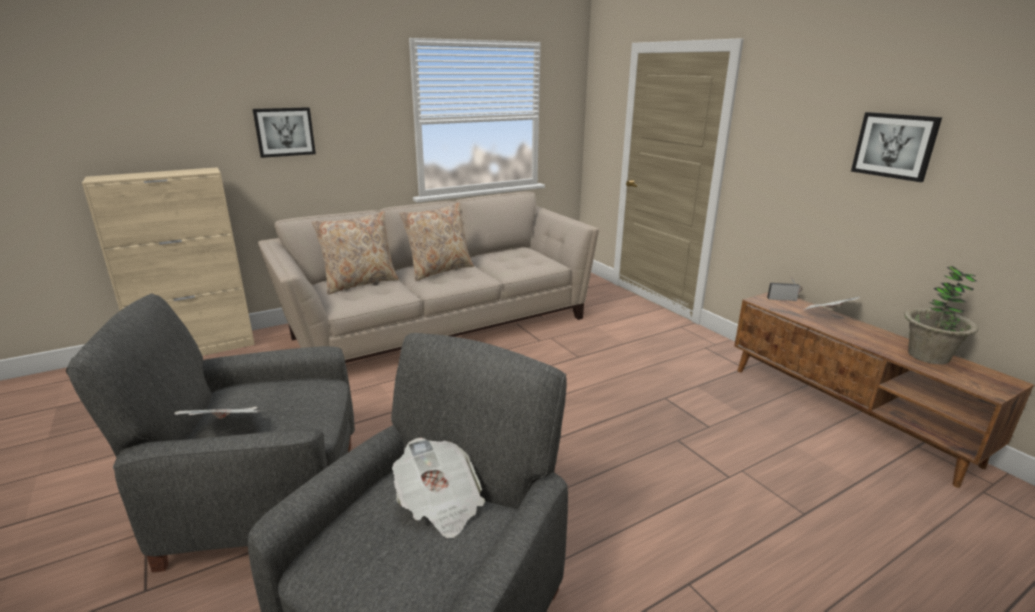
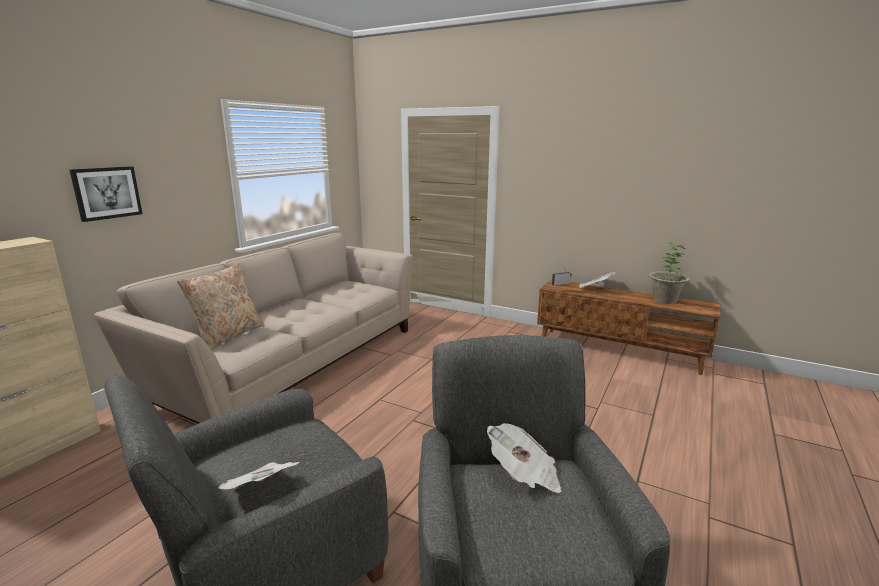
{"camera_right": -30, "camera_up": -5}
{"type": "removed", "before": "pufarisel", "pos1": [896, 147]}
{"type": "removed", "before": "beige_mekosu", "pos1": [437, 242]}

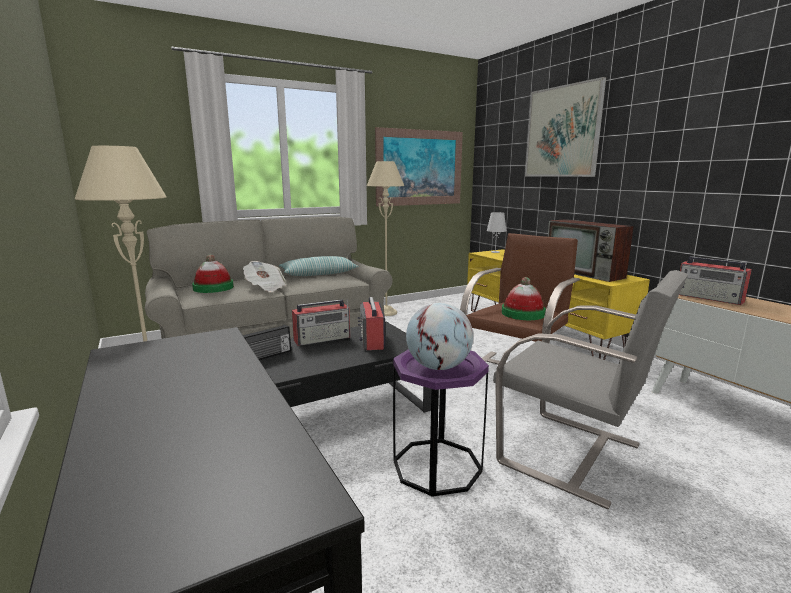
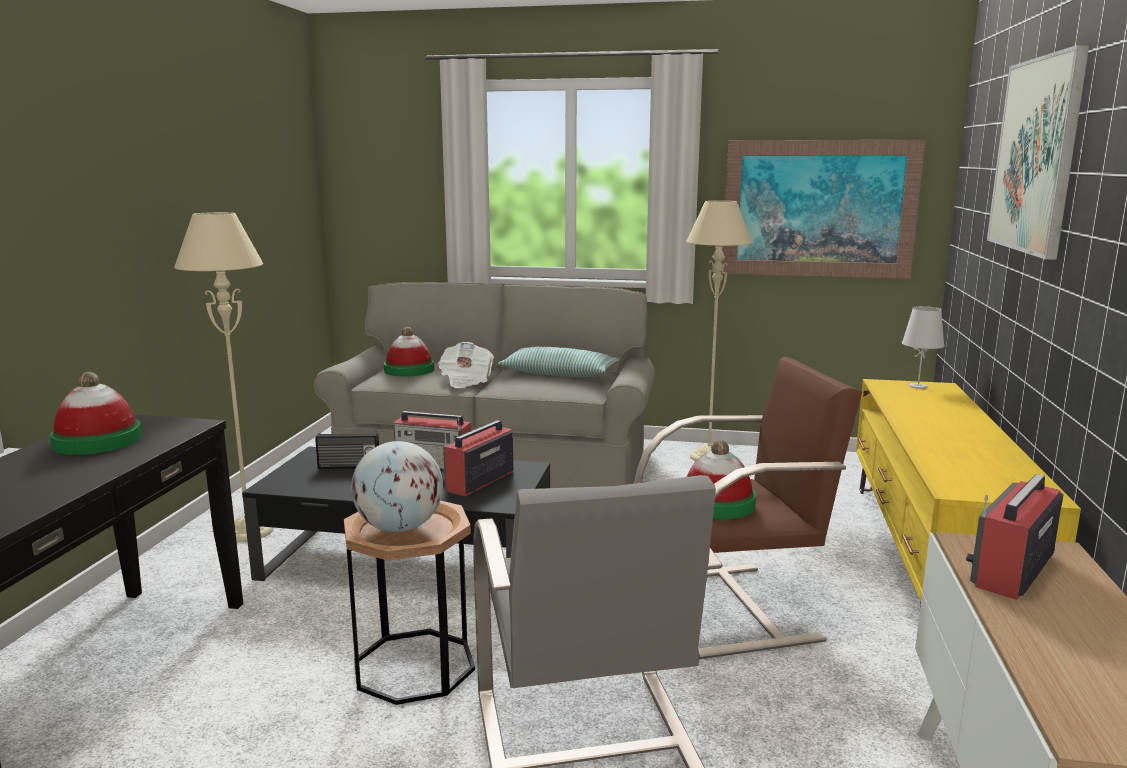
{"camera_right": 40, "camera_up": 0}
{"type": "removed", "before": "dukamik", "pos1": [591, 250]}
{"type": "turned", "before": "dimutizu", "pos1": [715, 280], "pos2": [1014, 537], "turn": 45}
{"type": "recoloured", "before": "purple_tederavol", "after": "brown_tederavol", "pos1": [441, 423], "pos2": [409, 603]}
{"type": "added", "after": "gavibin", "pos2": [96, 413]}

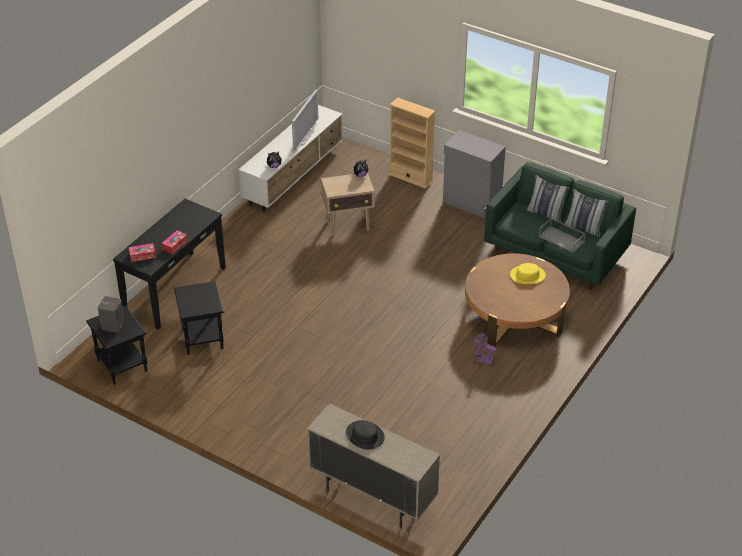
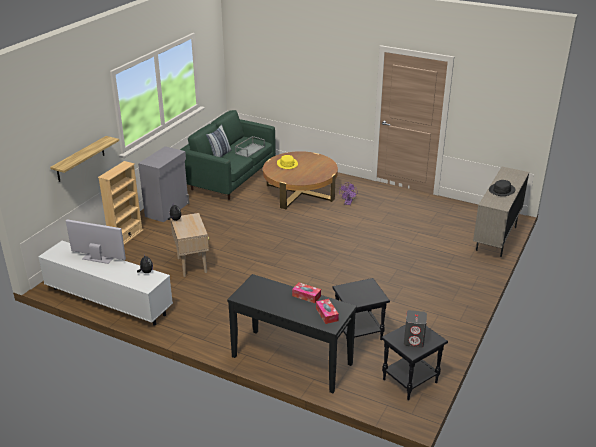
{"camera_right": -95, "camera_up": -10}
{"type": "removed", "before": "mekosu", "pos1": [587, 213]}
{"type": "added", "after": "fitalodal", "pos2": [84, 159]}

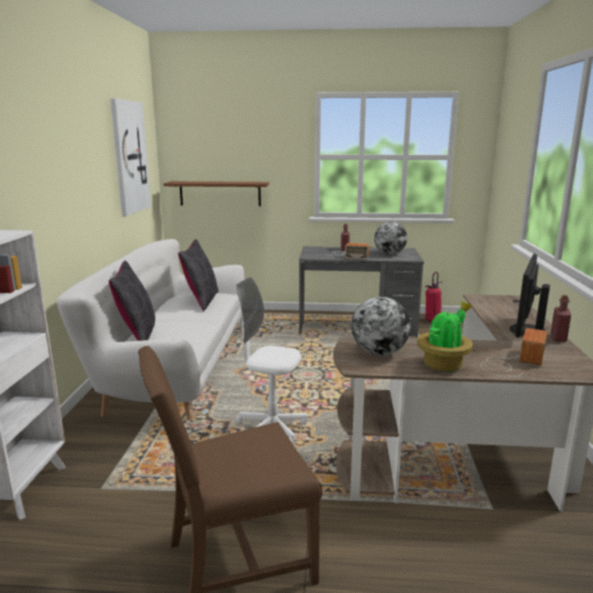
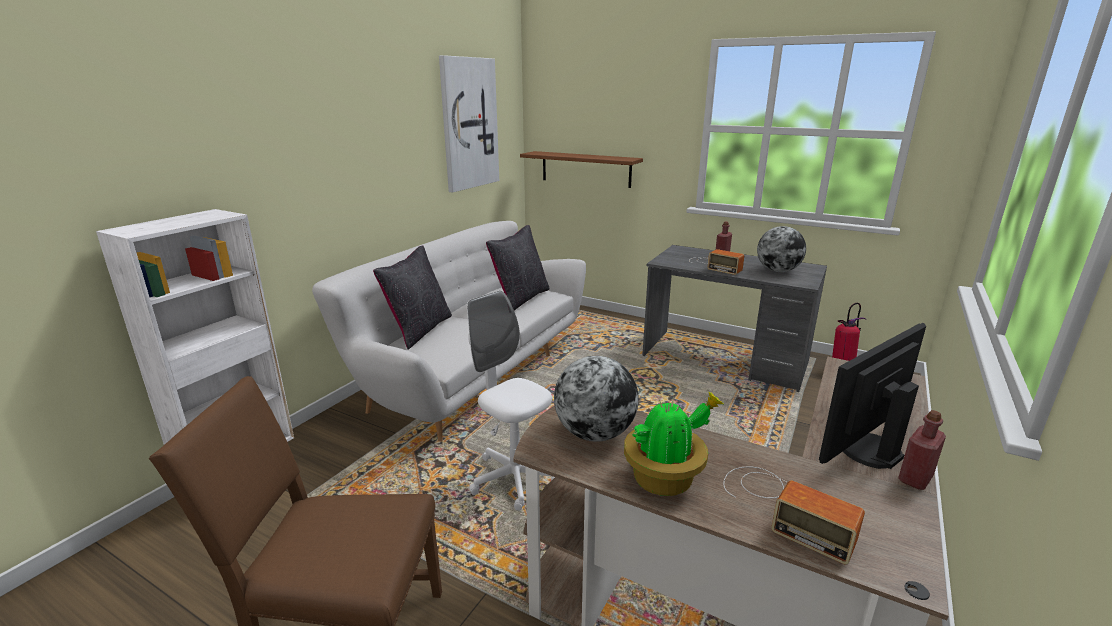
{"camera_right": 25, "camera_up": 5}
{"type": "turned", "before": "dimutizu", "pos1": [514, 352], "pos2": [794, 515], "turn": 75}

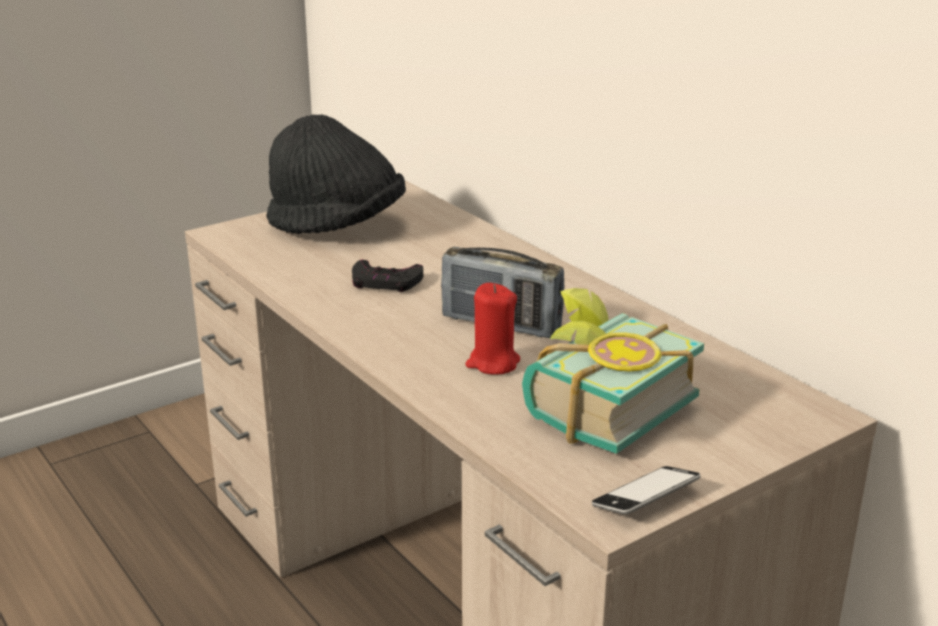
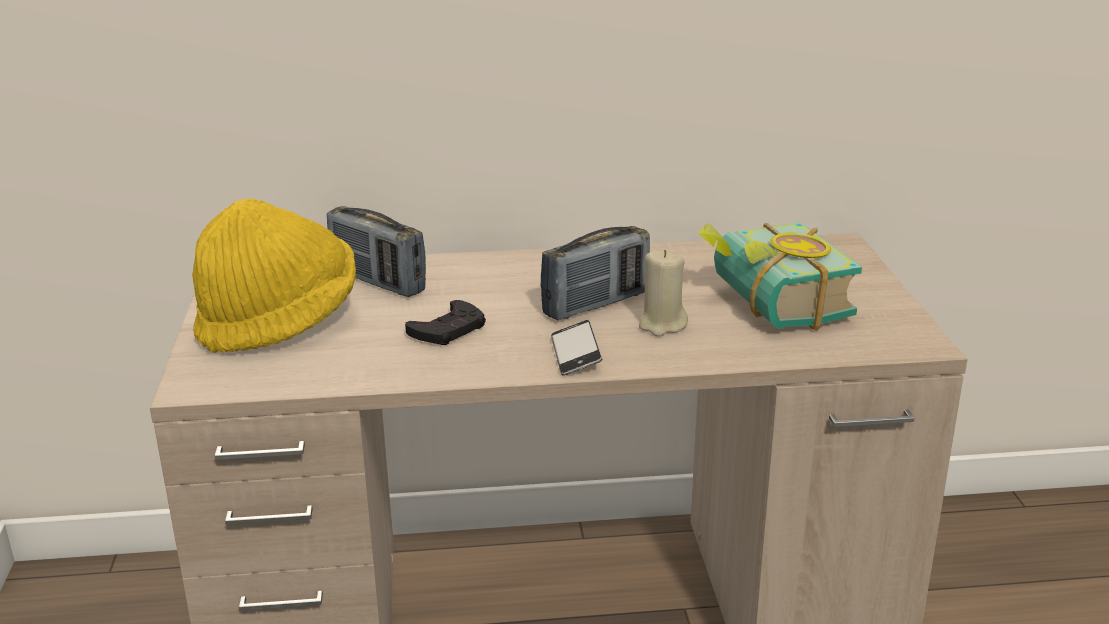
{"camera_right": -60, "camera_up": 0}
{"type": "recoloured", "before": "black_gavibin", "after": "yellow_gavibin", "pos1": [336, 174], "pos2": [274, 275]}
{"type": "recoloured", "before": "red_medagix", "after": "beige_medagix", "pos1": [493, 329], "pos2": [663, 293]}
{"type": "moved", "before": "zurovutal", "pos1": [646, 490], "pos2": [576, 348]}
{"type": "added", "after": "dimutizu", "pos2": [376, 251]}

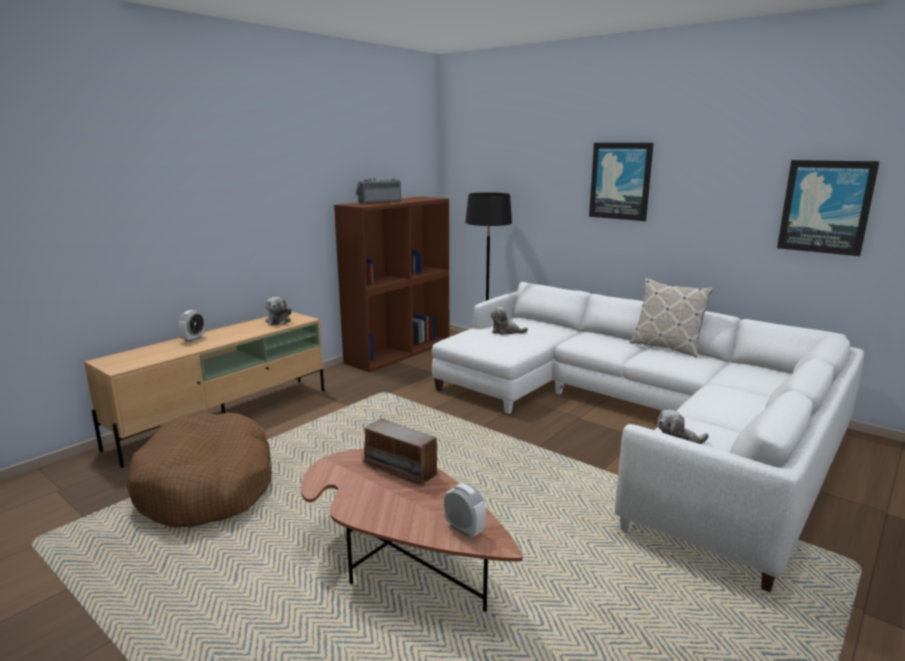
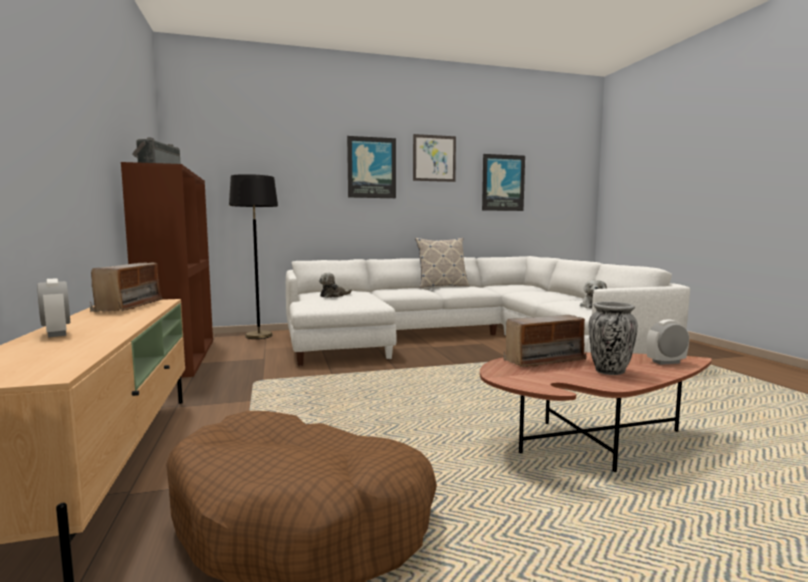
{"camera_right": -55, "camera_up": -10}
{"type": "replaced", "before": "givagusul", "after": "dimutizu", "pos1": [278, 311], "pos2": [127, 287]}
{"type": "added", "after": "pufarisel", "pos2": [434, 158]}
{"type": "added", "after": "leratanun", "pos2": [613, 338]}

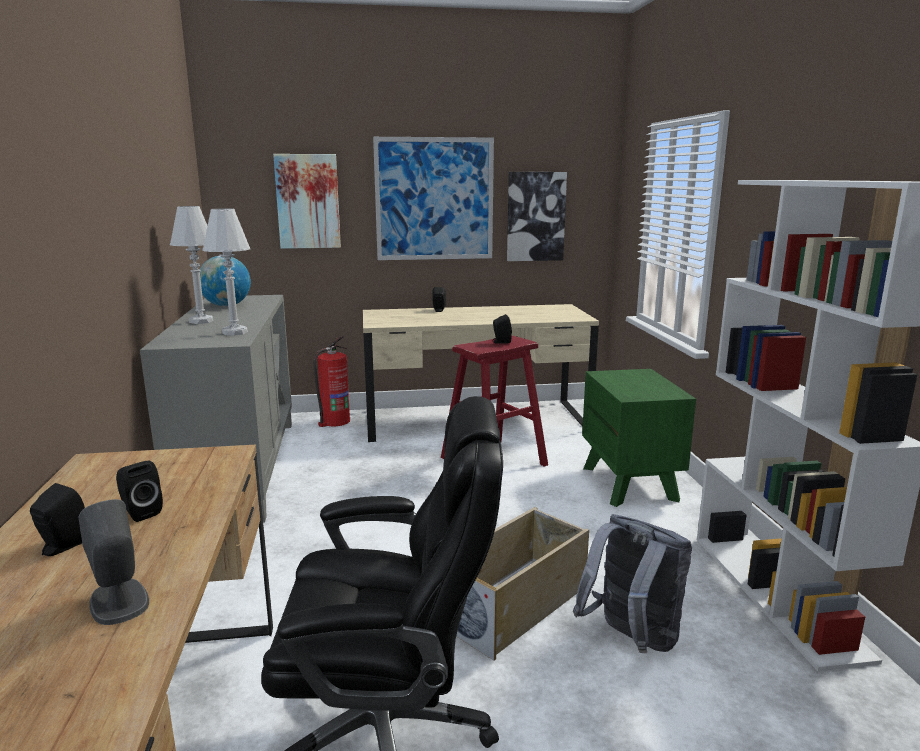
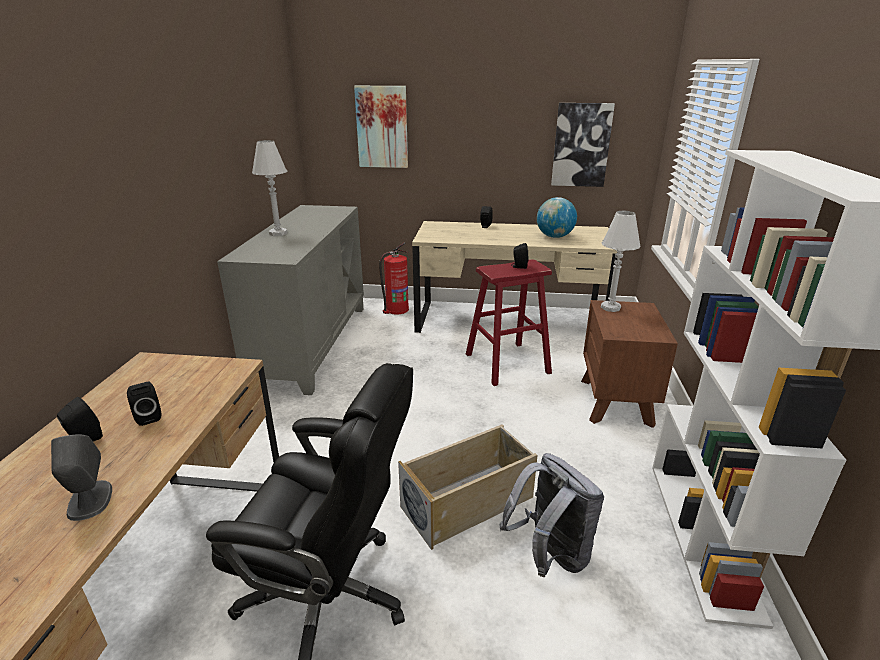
{"camera_right": 15, "camera_up": 10}
{"type": "removed", "before": "pufarisel", "pos1": [433, 198]}
{"type": "moved", "before": "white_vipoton", "pos1": [226, 272], "pos2": [620, 261]}
{"type": "moved", "before": "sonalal", "pos1": [225, 281], "pos2": [557, 217]}
{"type": "recoloured", "before": "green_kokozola", "after": "brown_kokozola", "pos1": [639, 438], "pos2": [629, 364]}

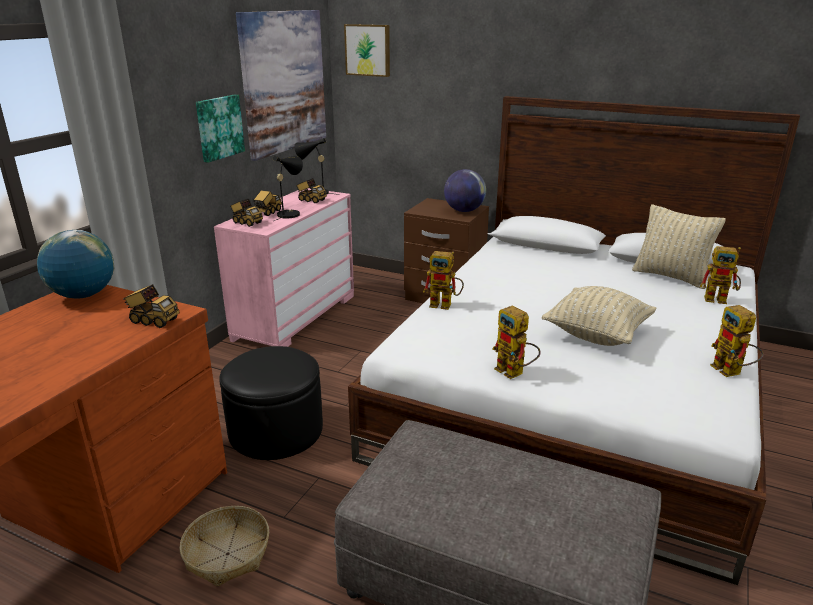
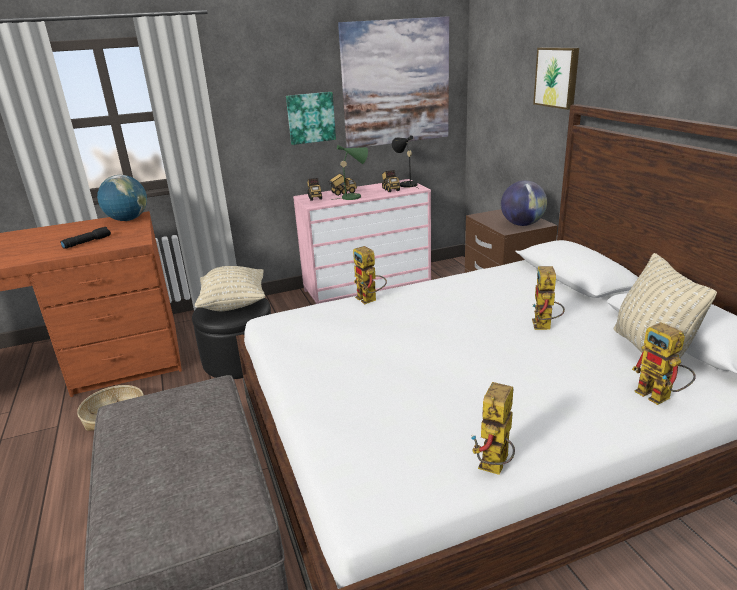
{"camera_right": 45, "camera_up": 0}
{"type": "moved", "before": "pufarisel", "pos1": [367, 50], "pos2": [556, 78]}
{"type": "recoloured", "before": "black_vipoton", "after": "green_vipoton", "pos1": [288, 188], "pos2": [349, 172]}
{"type": "removed", "before": "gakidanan", "pos1": [151, 306]}
{"type": "moved", "before": "beige_mekosu", "pos1": [599, 316], "pos2": [230, 288]}
{"type": "moved", "before": "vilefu", "pos1": [516, 342], "pos2": [548, 298]}
{"type": "added", "after": "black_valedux", "pos2": [85, 238]}

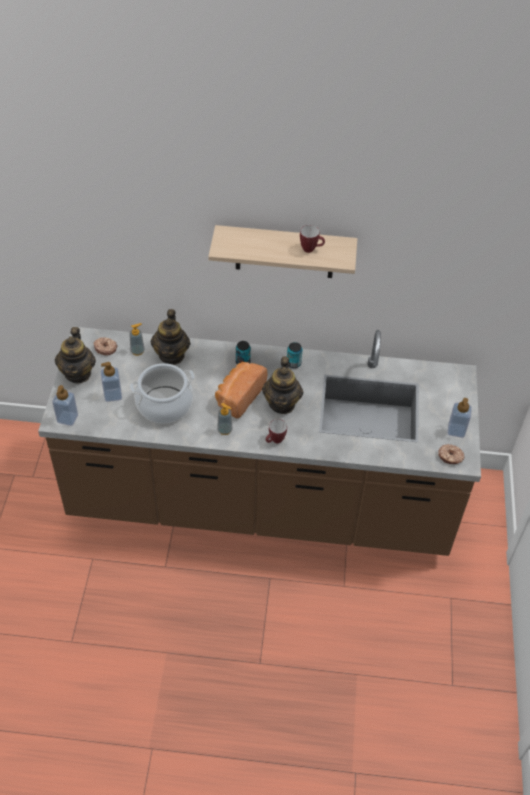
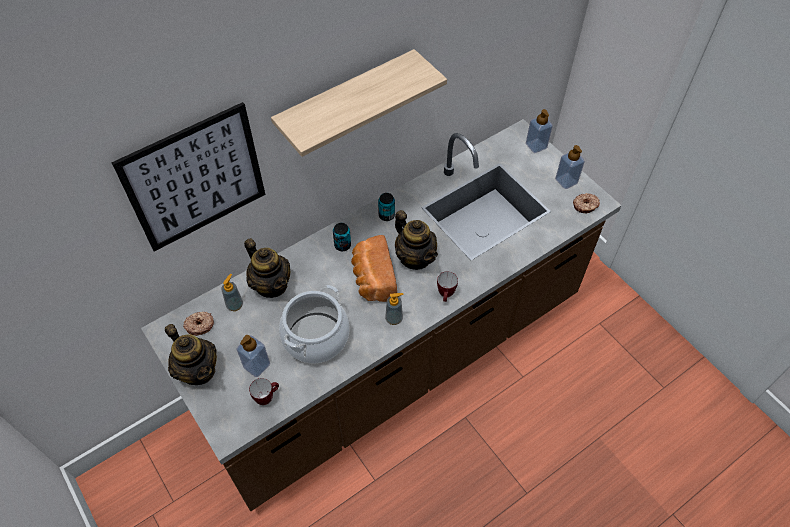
{"camera_right": -40, "camera_up": 5}
{"type": "moved", "before": "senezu", "pos1": [312, 239], "pos2": [264, 391]}
{"type": "moved", "before": "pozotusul", "pos1": [65, 405], "pos2": [539, 131]}
{"type": "added", "after": "pufarisel", "pos2": [188, 177]}

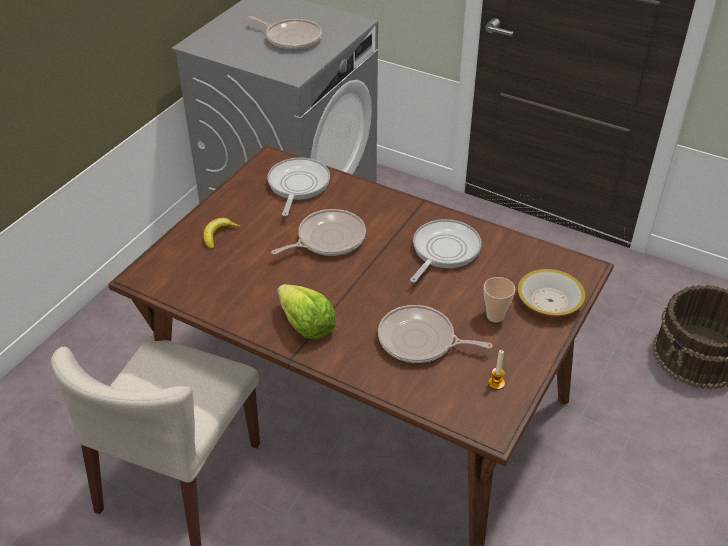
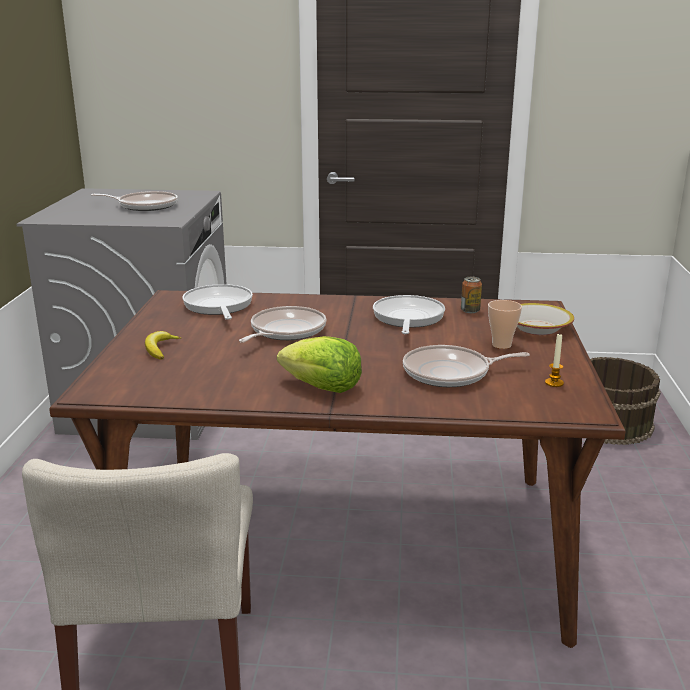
{"camera_right": -25, "camera_up": -20}
{"type": "added", "after": "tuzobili", "pos2": [471, 295]}

